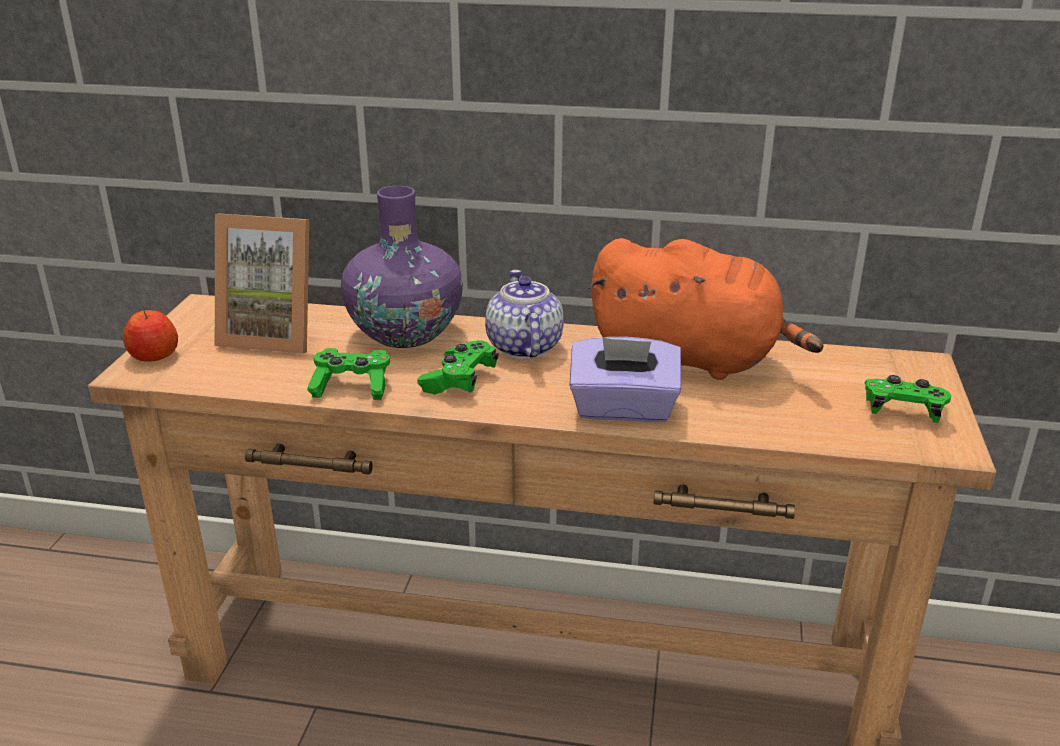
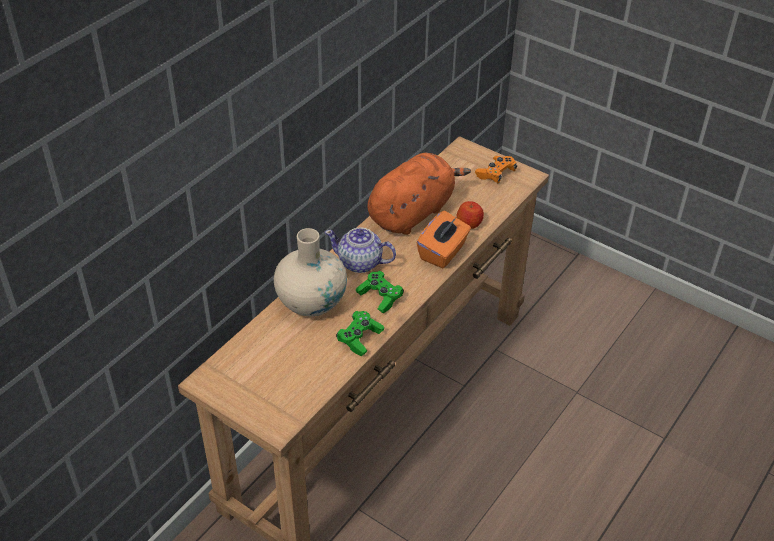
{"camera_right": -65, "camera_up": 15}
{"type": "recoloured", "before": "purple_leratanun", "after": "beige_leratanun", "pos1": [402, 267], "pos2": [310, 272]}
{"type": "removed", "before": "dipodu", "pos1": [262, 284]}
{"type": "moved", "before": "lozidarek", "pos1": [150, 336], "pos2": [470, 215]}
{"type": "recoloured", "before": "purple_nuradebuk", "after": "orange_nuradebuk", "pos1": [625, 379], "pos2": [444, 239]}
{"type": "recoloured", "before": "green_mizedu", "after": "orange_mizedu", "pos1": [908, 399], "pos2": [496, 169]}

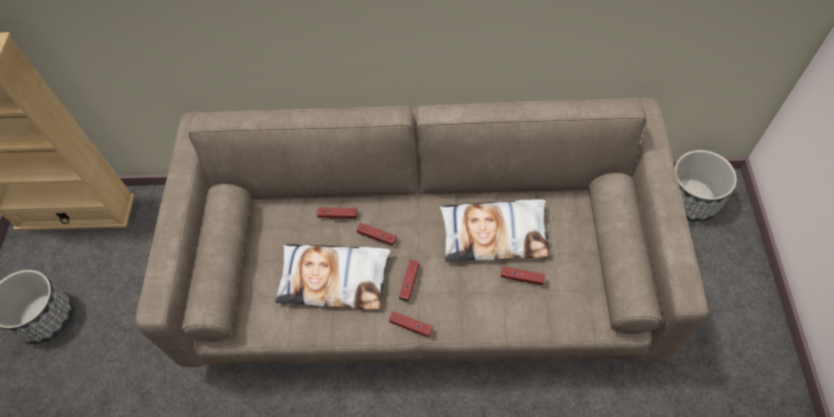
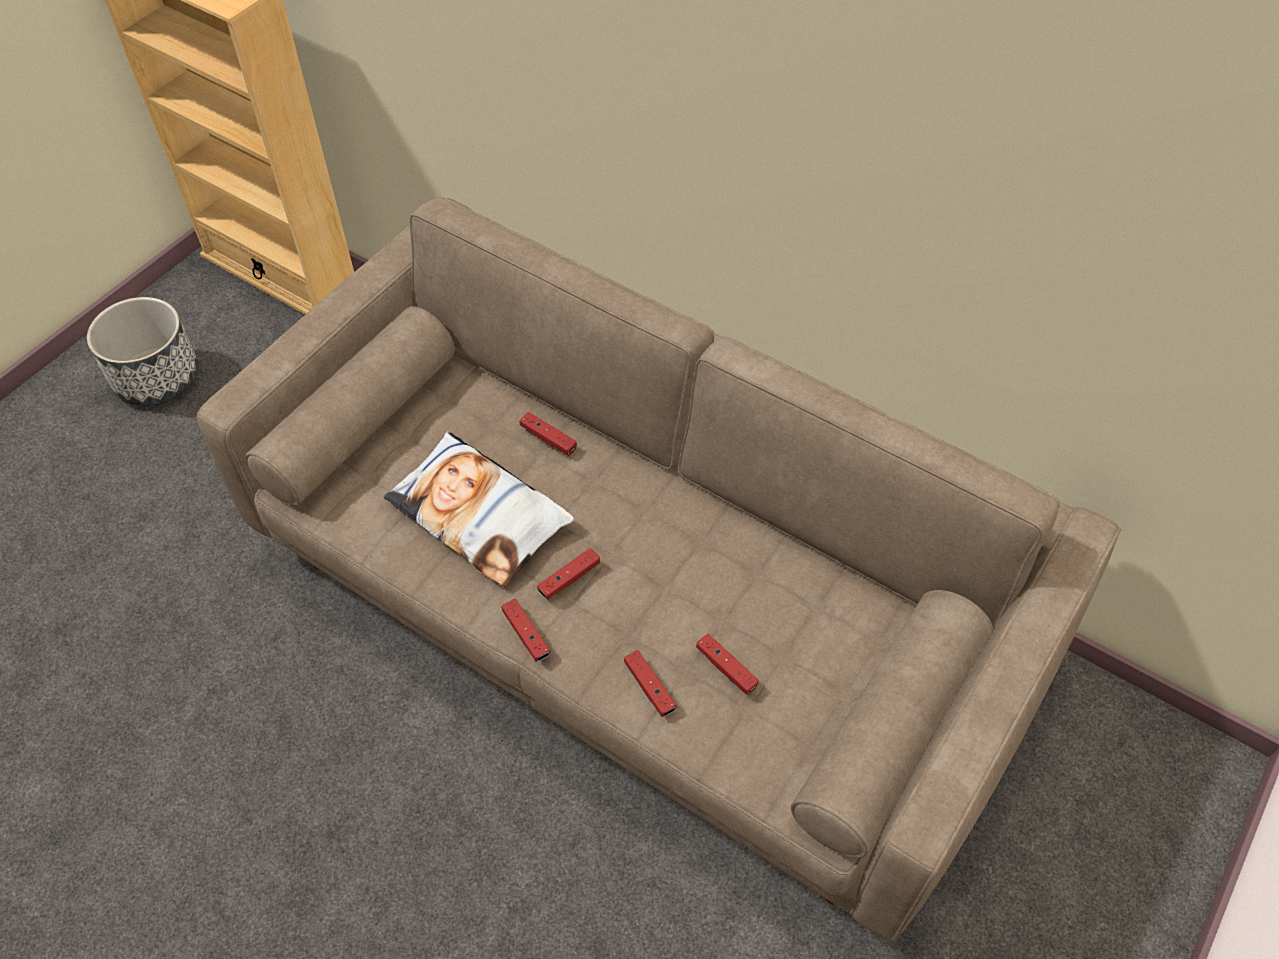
{"camera_right": 30, "camera_up": -5}
{"type": "removed", "before": "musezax", "pos1": [705, 186]}
{"type": "removed", "before": "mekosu", "pos1": [495, 230]}
{"type": "moved", "before": "red_mizedu", "pos1": [377, 234], "pos2": [650, 683]}

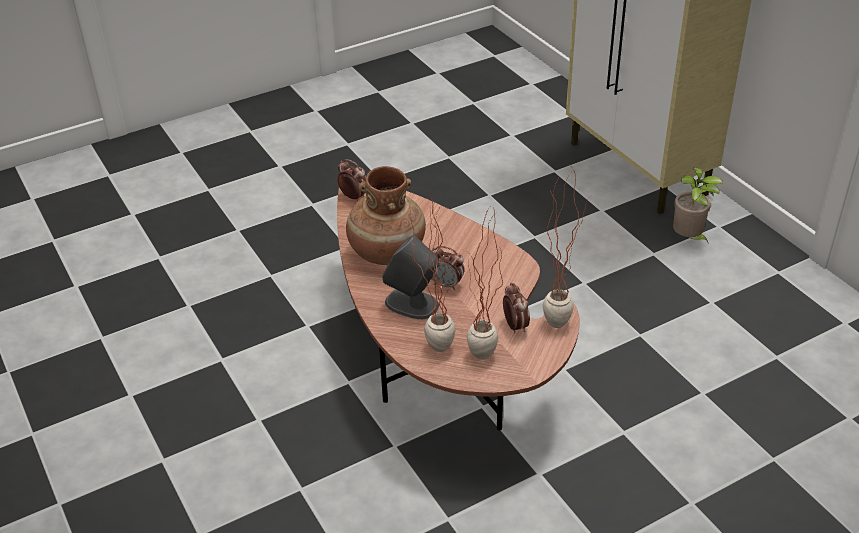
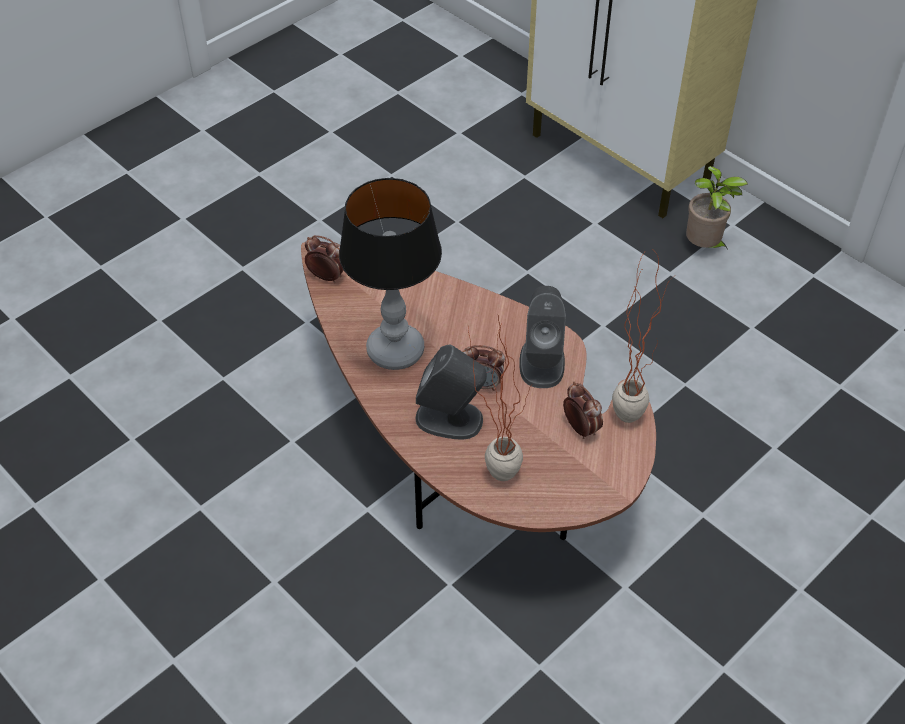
{"camera_right": -15, "camera_up": 10}
{"type": "replaced", "before": "brown_leratanun", "after": "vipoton", "pos1": [386, 215], "pos2": [390, 274]}
{"type": "removed", "before": "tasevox", "pos1": [485, 283]}
{"type": "added", "after": "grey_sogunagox", "pos2": [542, 337]}

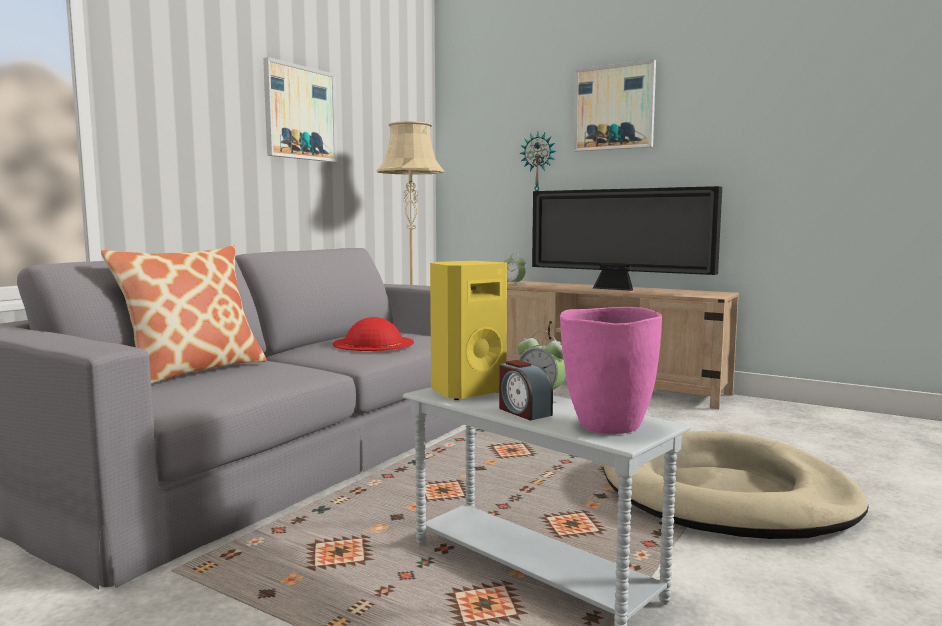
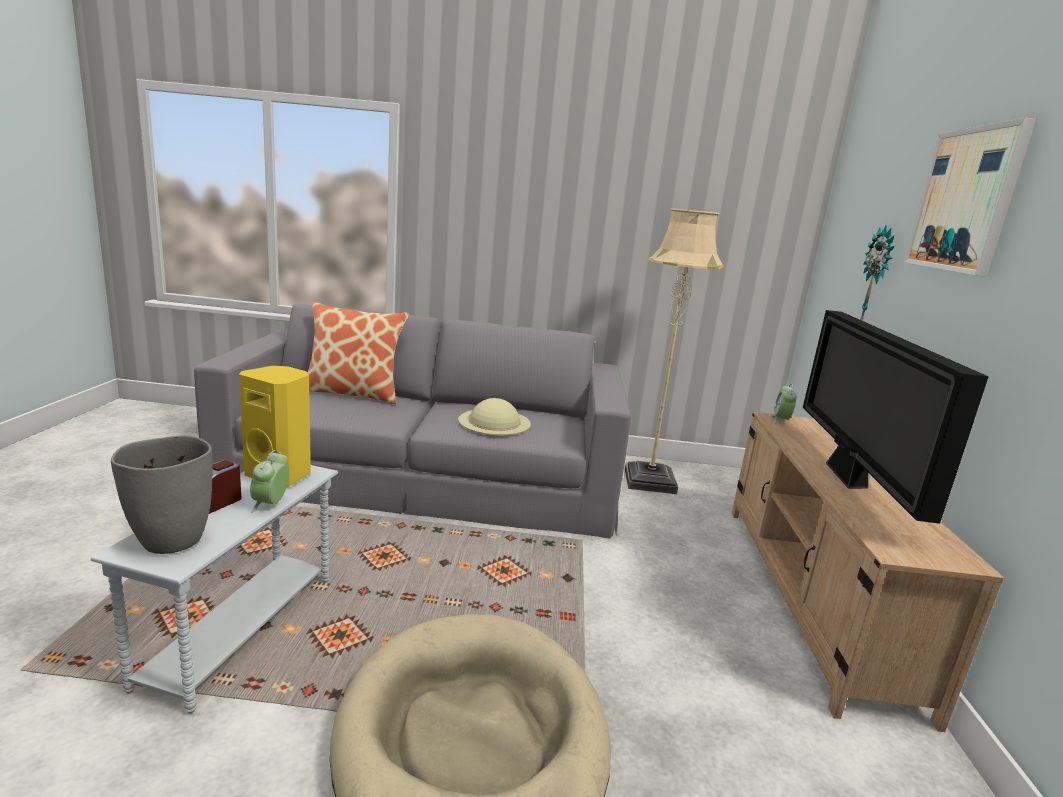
{"camera_right": 60, "camera_up": 10}
{"type": "removed", "before": "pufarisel", "pos1": [300, 109]}
{"type": "recoloured", "before": "pink_leratanun", "after": "grey_leratanun", "pos1": [611, 370], "pos2": [161, 495]}
{"type": "recoloured", "before": "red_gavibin", "after": "beige_gavibin", "pos1": [373, 334], "pos2": [494, 416]}

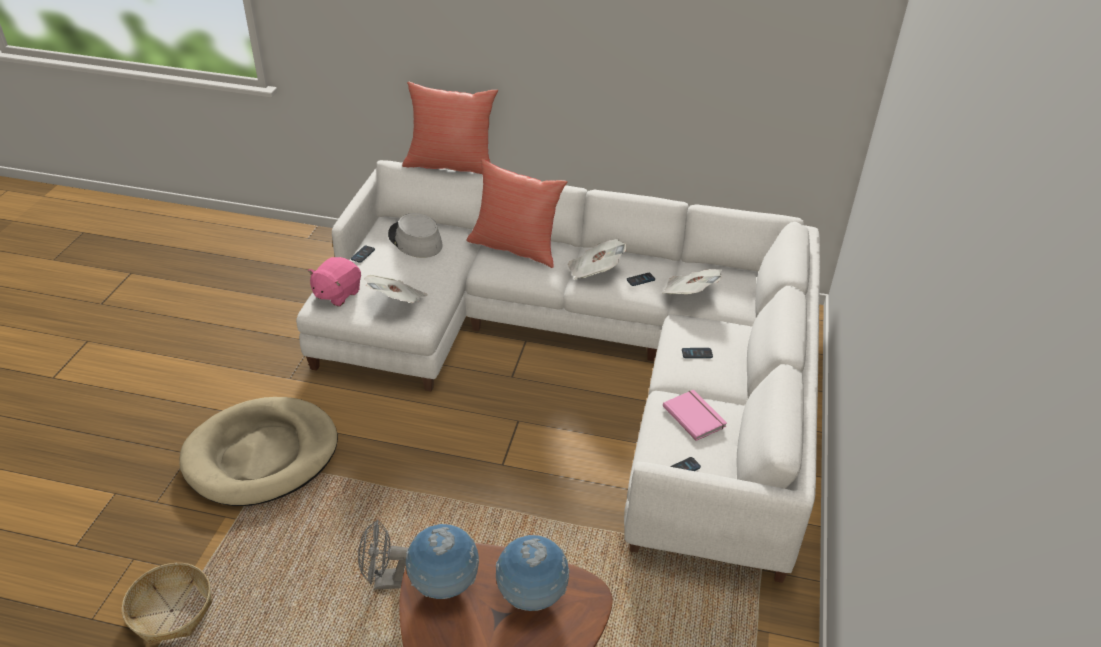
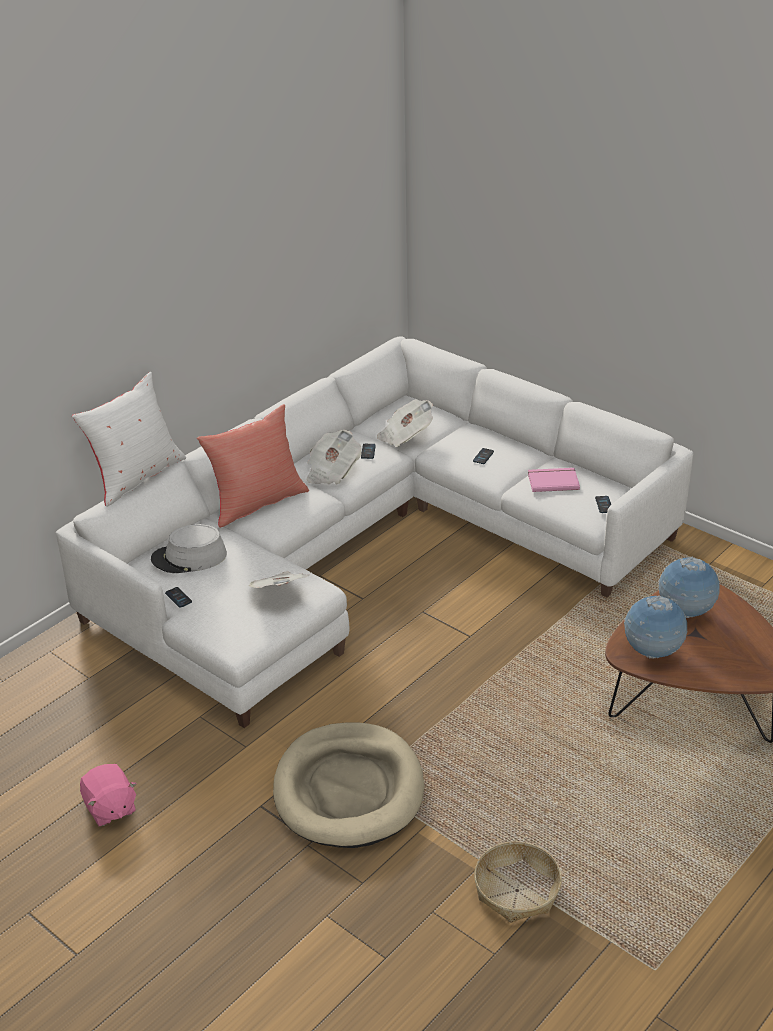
{"camera_right": -60, "camera_up": -5}
{"type": "recoloured", "before": "red_mekosu", "after": "white_mekosu", "pos1": [450, 128], "pos2": [129, 439]}
{"type": "moved", "before": "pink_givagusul", "pos1": [334, 281], "pos2": [108, 795]}
{"type": "removed", "before": "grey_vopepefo", "pos1": [383, 554]}

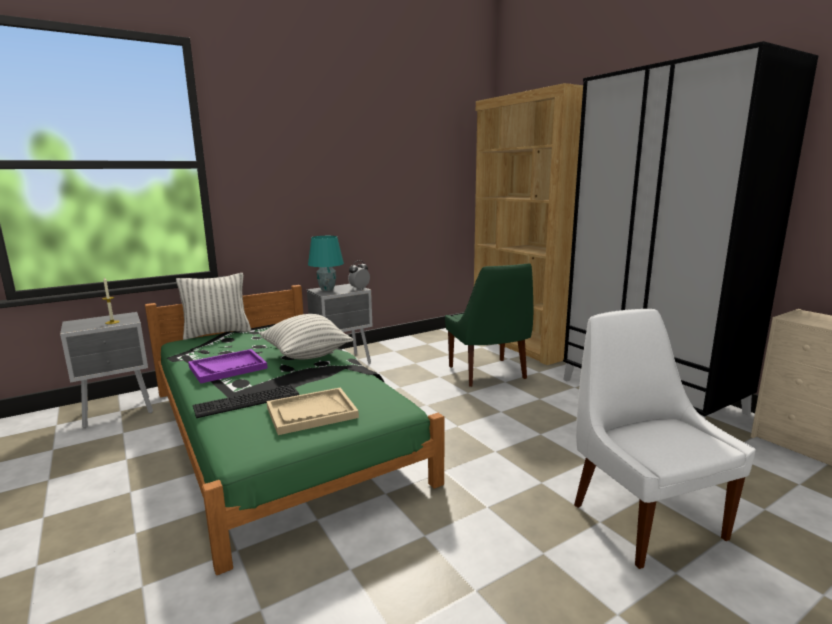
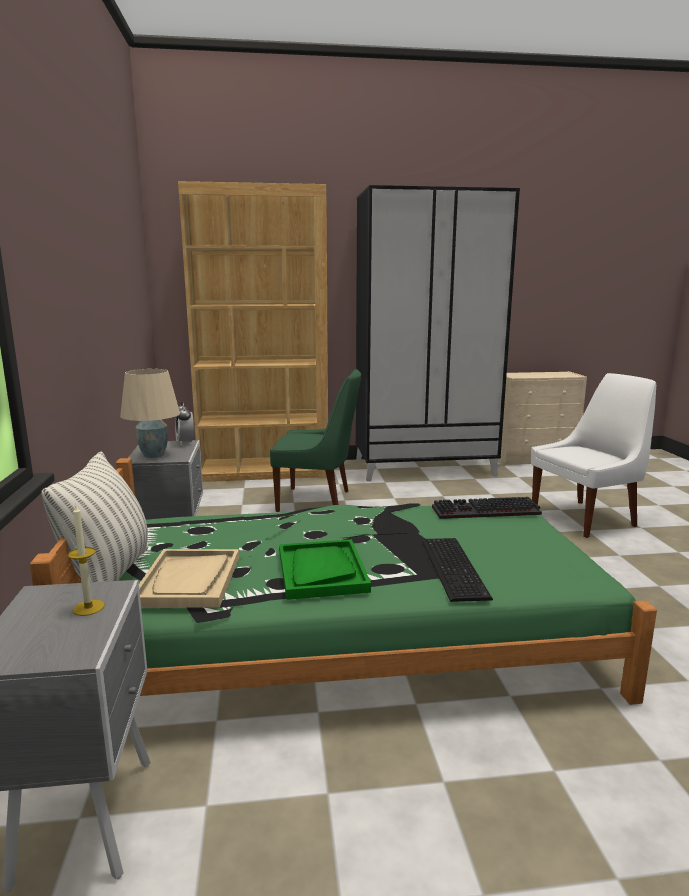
{"camera_right": -65, "camera_up": 0}
{"type": "recoloured", "before": "turquoise_vipoton", "after": "beige_vipoton", "pos1": [326, 263], "pos2": [150, 413]}
{"type": "turned", "before": "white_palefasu", "pos1": [665, 439], "pos2": [593, 455], "turn": 150}
{"type": "removed", "before": "mekosu", "pos1": [306, 336]}
{"type": "recoloured", "before": "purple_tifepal", "after": "green_tifepal", "pos1": [228, 366], "pos2": [325, 569]}
{"type": "moved", "before": "beige_tifepal", "pos1": [313, 411], "pos2": [189, 578]}
{"type": "added", "after": "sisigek", "pos2": [487, 508]}

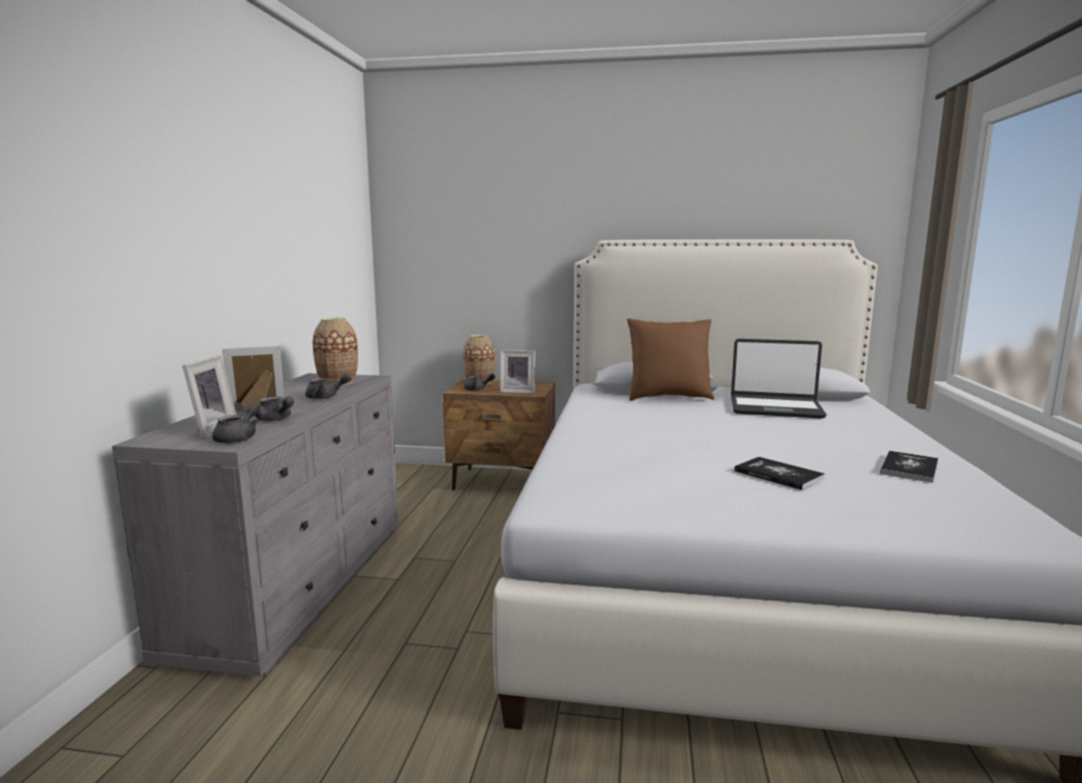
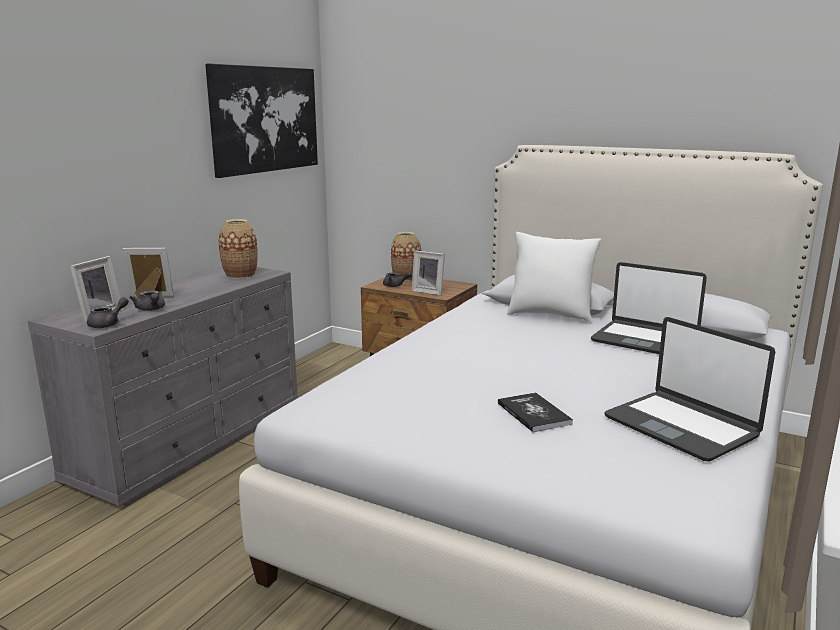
{"camera_right": 20, "camera_up": 5}
{"type": "recoloured", "before": "brown_mekosu", "after": "white_mekosu", "pos1": [670, 359], "pos2": [554, 277]}
{"type": "removed", "before": "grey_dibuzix", "pos1": [328, 386]}
{"type": "replaced", "before": "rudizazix", "after": "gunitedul", "pos1": [909, 467], "pos2": [689, 389]}
{"type": "added", "after": "pufarisel", "pos2": [261, 120]}

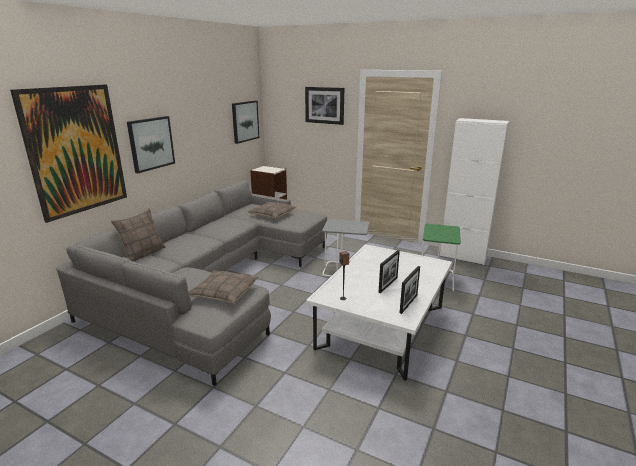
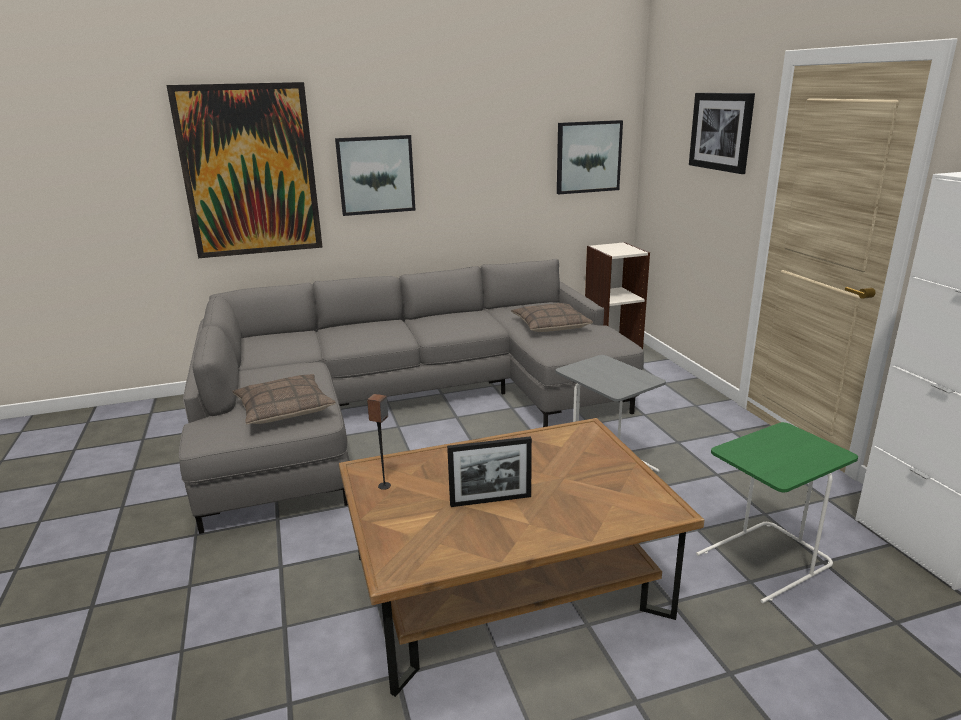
{"camera_right": 45, "camera_up": 0}
{"type": "removed", "before": "mekosu", "pos1": [138, 235]}
{"type": "recoloured", "before": "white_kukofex", "after": "brown_kukofex", "pos1": [379, 312], "pos2": [521, 557]}
{"type": "removed", "before": "dipodu", "pos1": [410, 290]}

